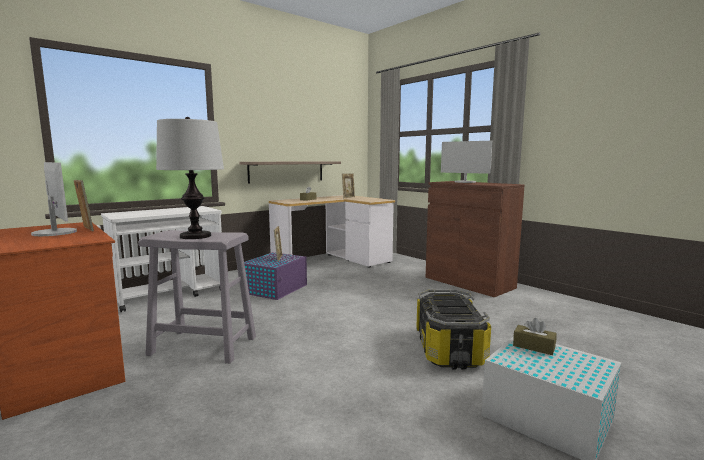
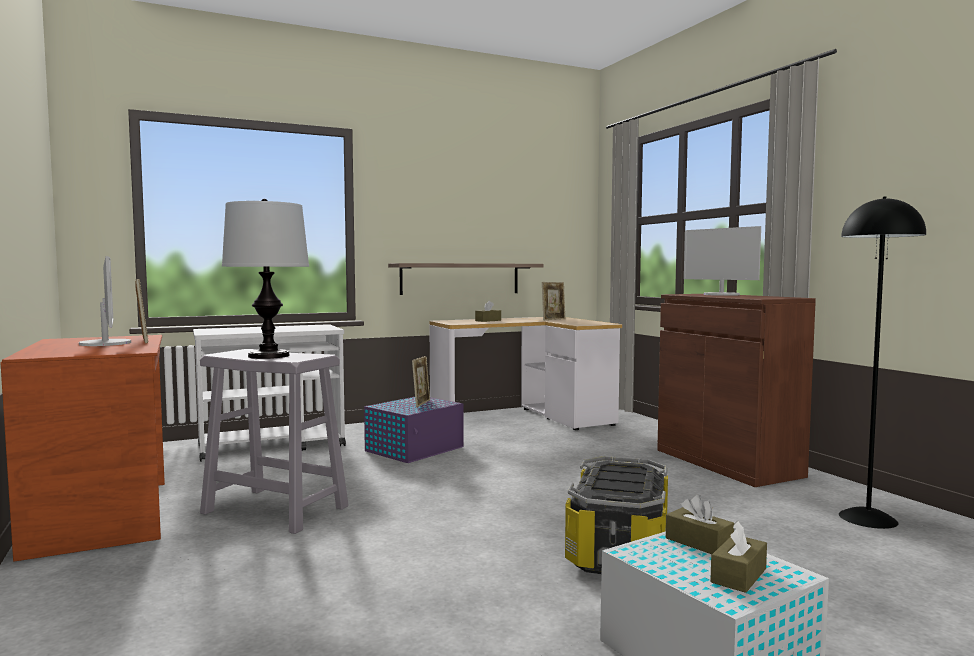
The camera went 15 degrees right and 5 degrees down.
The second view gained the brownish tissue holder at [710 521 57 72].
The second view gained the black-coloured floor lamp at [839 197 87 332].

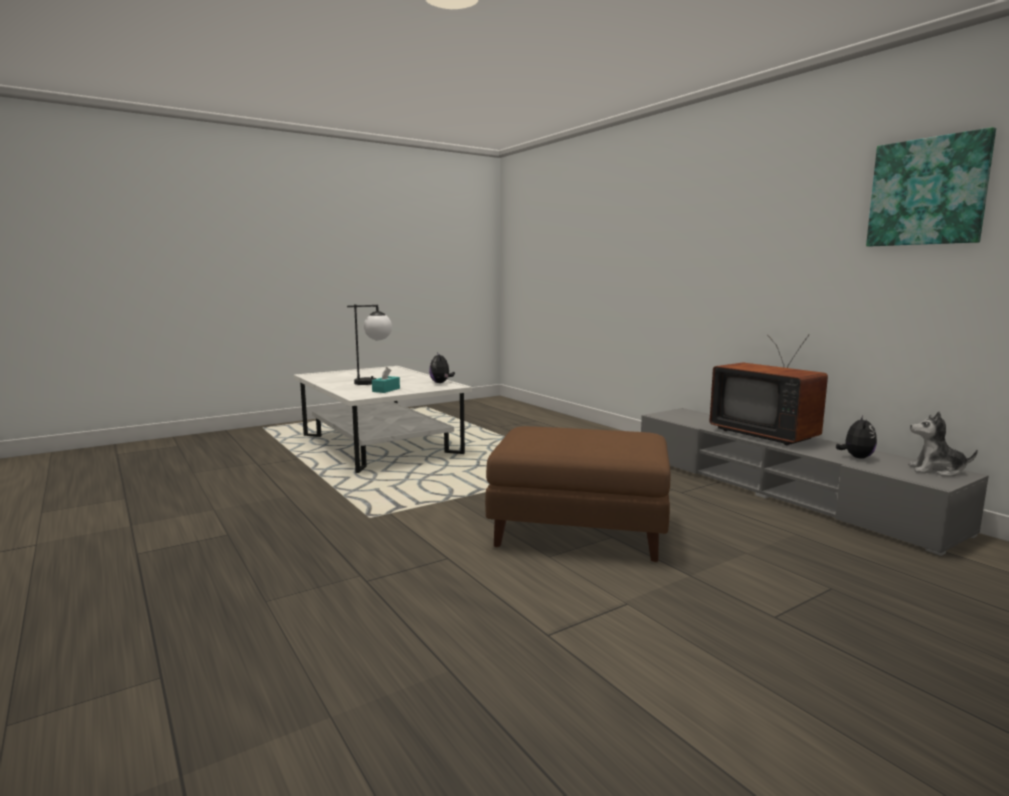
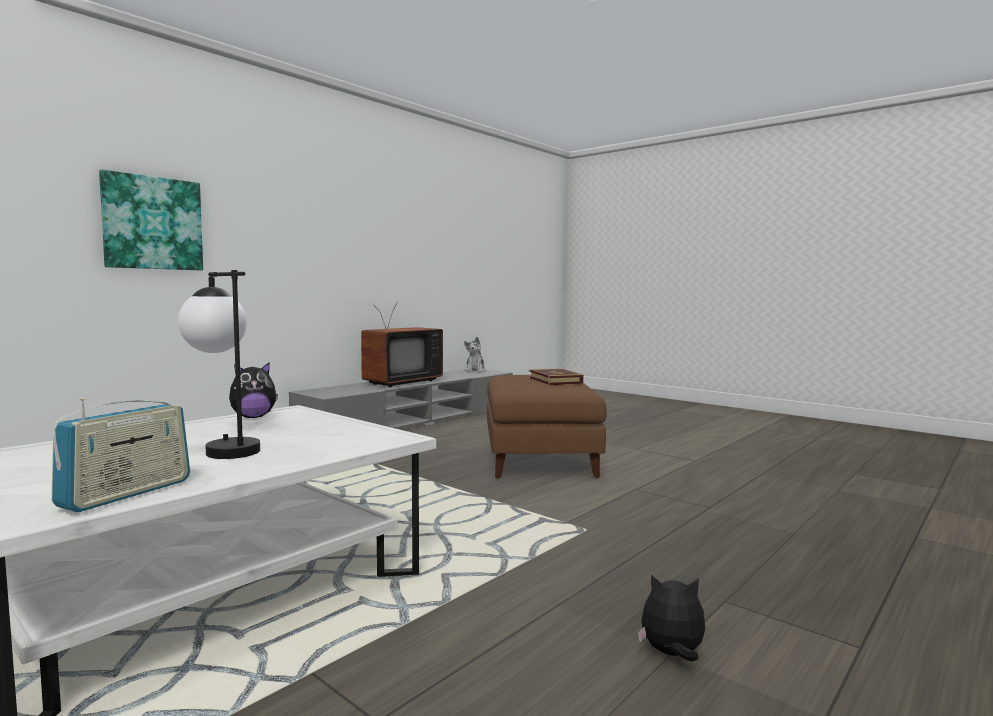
The camera went 105 degrees left and 5 degrees down.
The second view lost the turquoise tissue holder at [372 367 28 26].
The second view gained the radio receiver at [52 398 138 114].
The second view gained the book at [529 368 55 17].
The soft toy ended up elsewhere, having gone from [836 415 41 44] to [638 575 67 87].
The wall picture ended up elsewhere, having gone from [866 127 130 119] to [99 170 104 101].

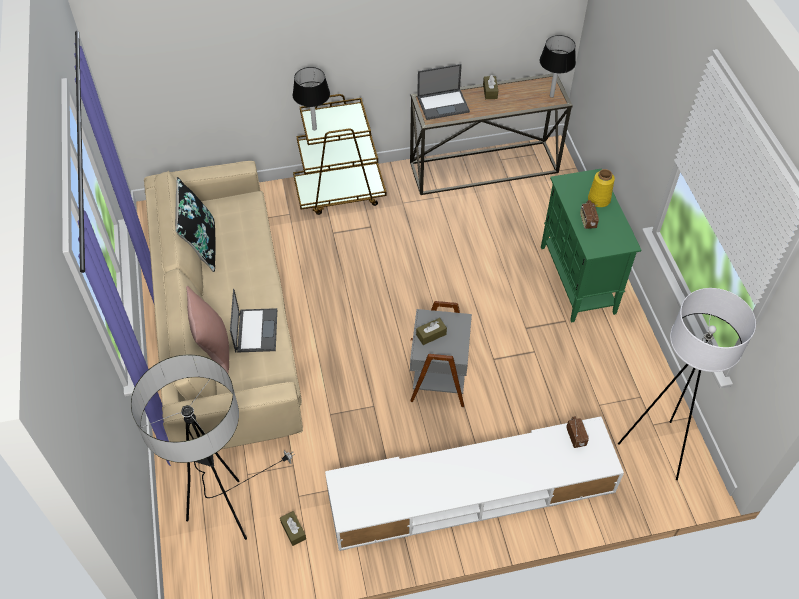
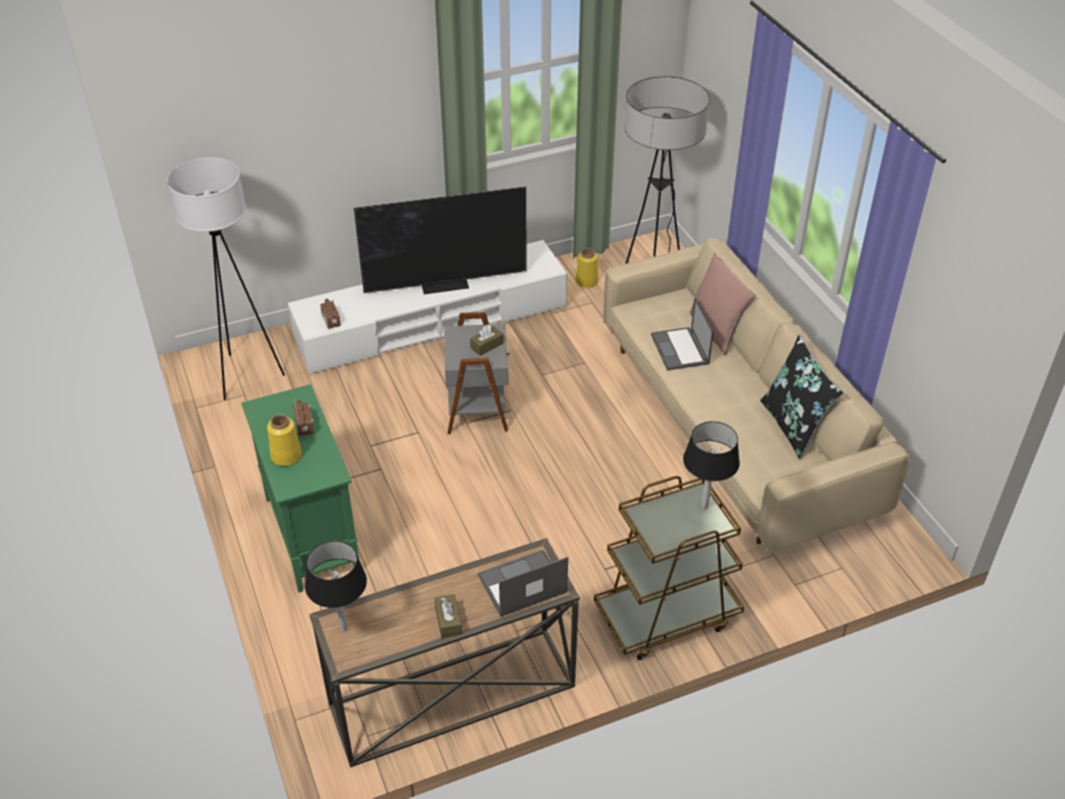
The camera went 170 degrees right and 10 degrees down.
The second view gained the television at [354 186 173 108].
Where the brownish tissue holder stood at [280 511 26 35], the yellowish decorative vase came to stand at [576 248 22 40].

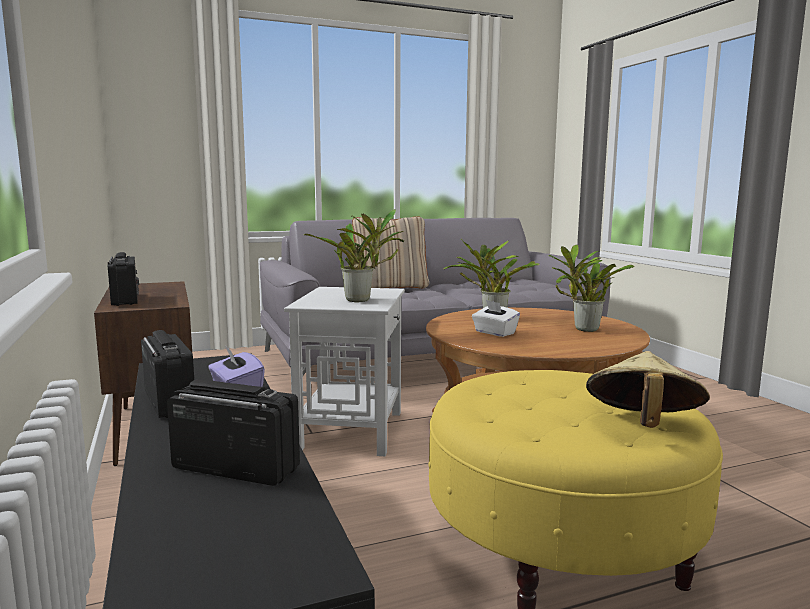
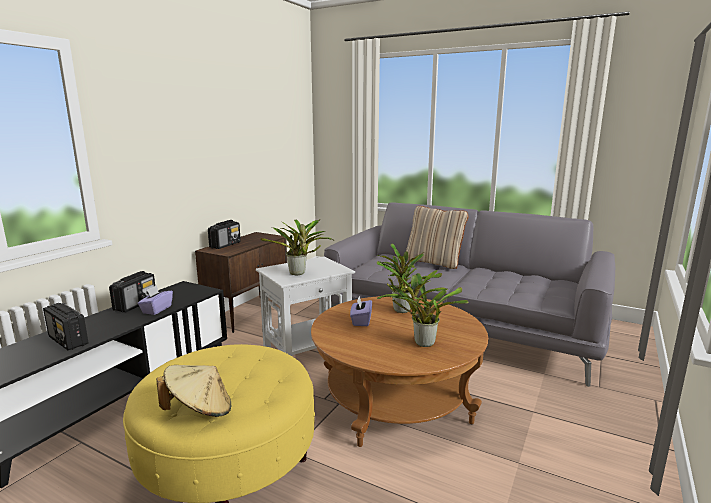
The camera went 50 degrees right and 5 degrees up.
What was the whitish tissue holder at [472 300 48 37] turned into the purple-coloured tissue holder at [350 296 22 30].
The radio receiver at [167 379 133 107] ended up facing another way, 150 degrees clockwise from before.

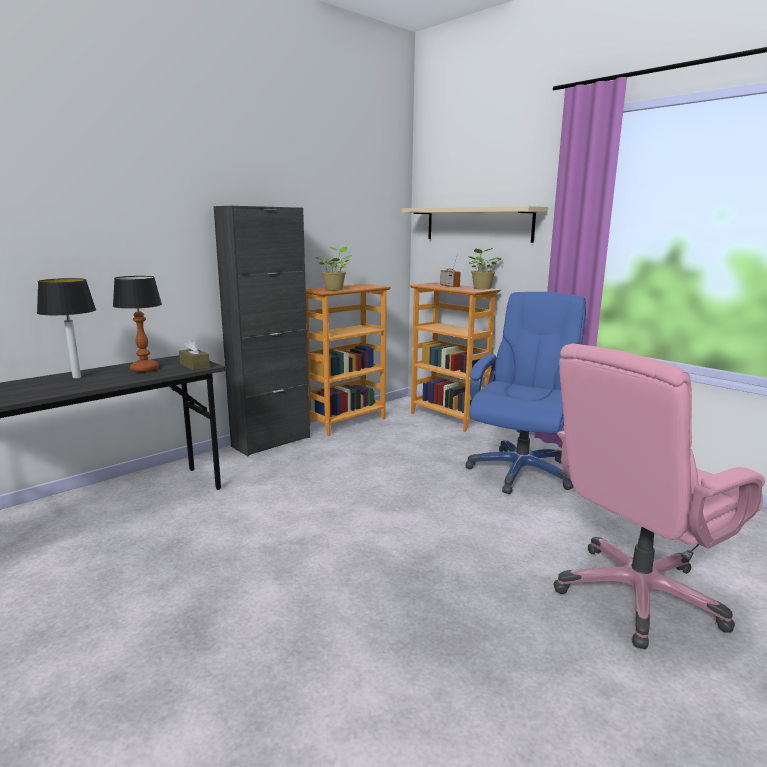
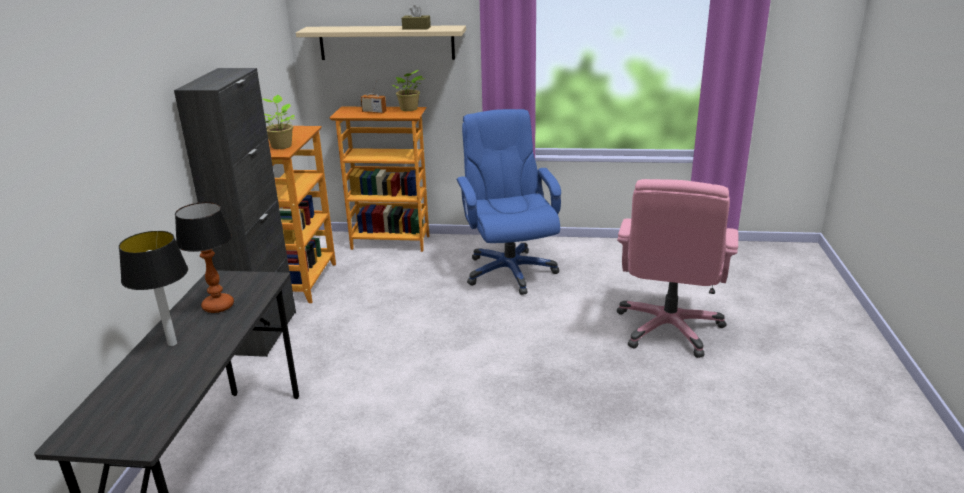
The camera went 40 degrees left and 10 degrees up.
The brownish tissue holder ended up elsewhere, having gone from [179 339 31 31] to [402 5 29 25].

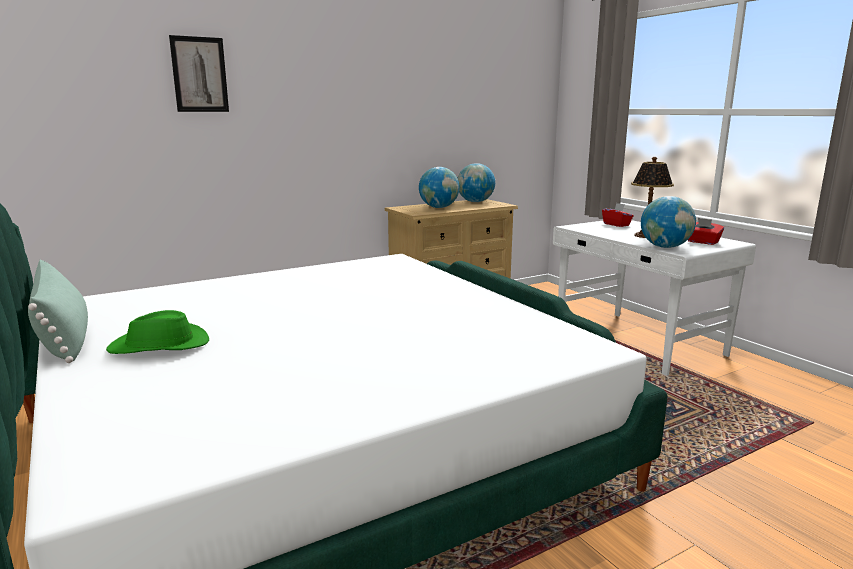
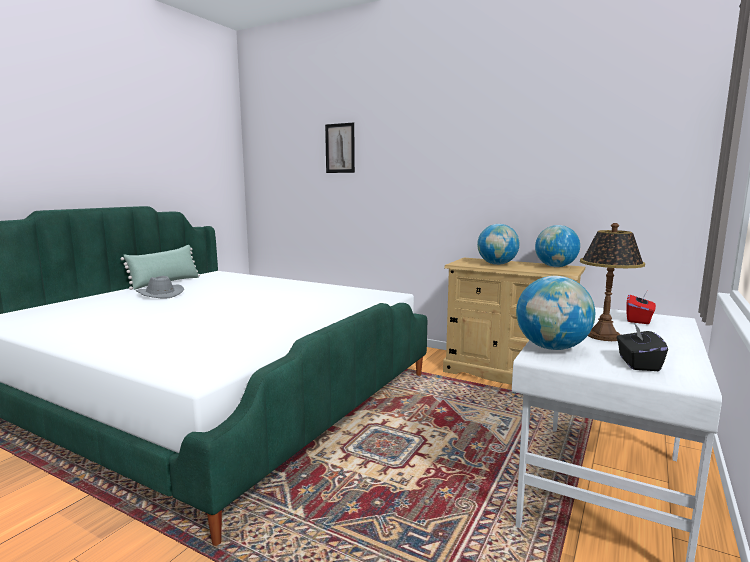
The camera went 60 degrees right and 5 degrees down.
What was the greenish hat at [106 310 103 44] turned into the greyish hat at [136 276 48 23].
What was the reddish tissue holder at [688 218 36 27] turned into the black-coloured tissue holder at [617 323 51 48].

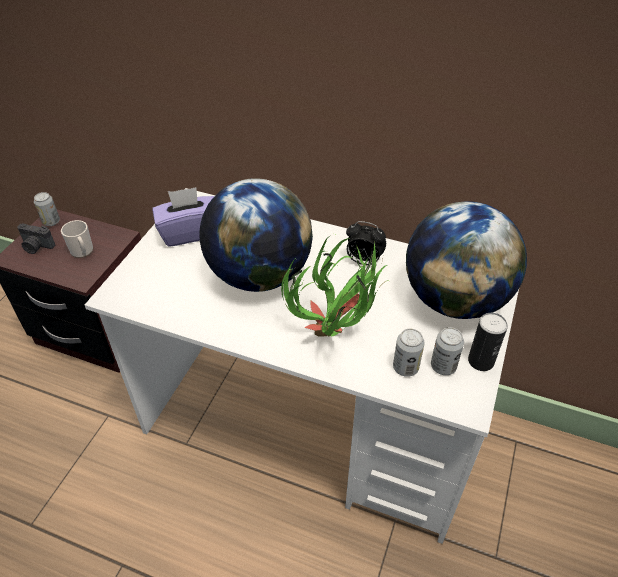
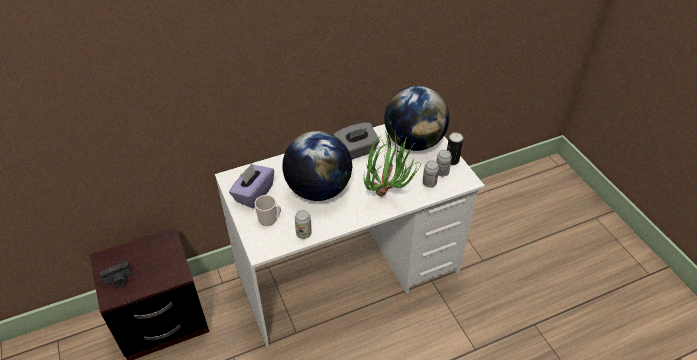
The camera went 45 degrees left and 0 degrees up.
The metal can ended up elsewhere, having gone from [34 192 26 34] to [295 210 17 29].
The coffee mug ended up elsewhere, having gone from [61 220 32 38] to [255 195 26 31].
Where the bedside clock stood at [346 221 40 45], the greyish tissue holder came to stand at [333 122 47 37].

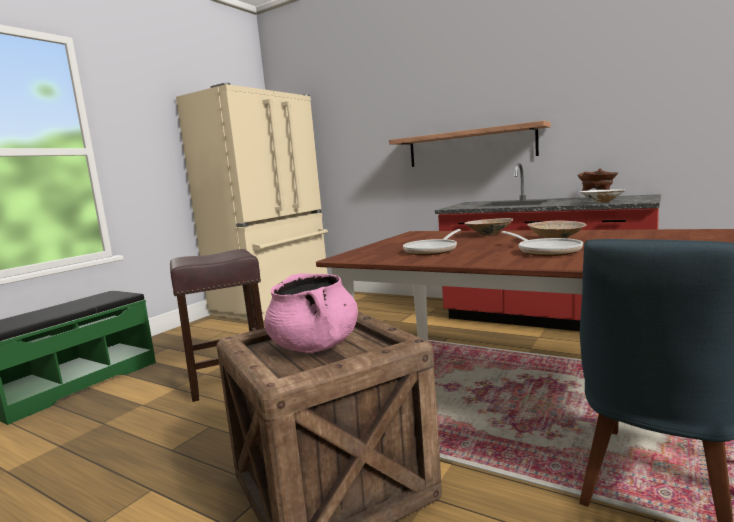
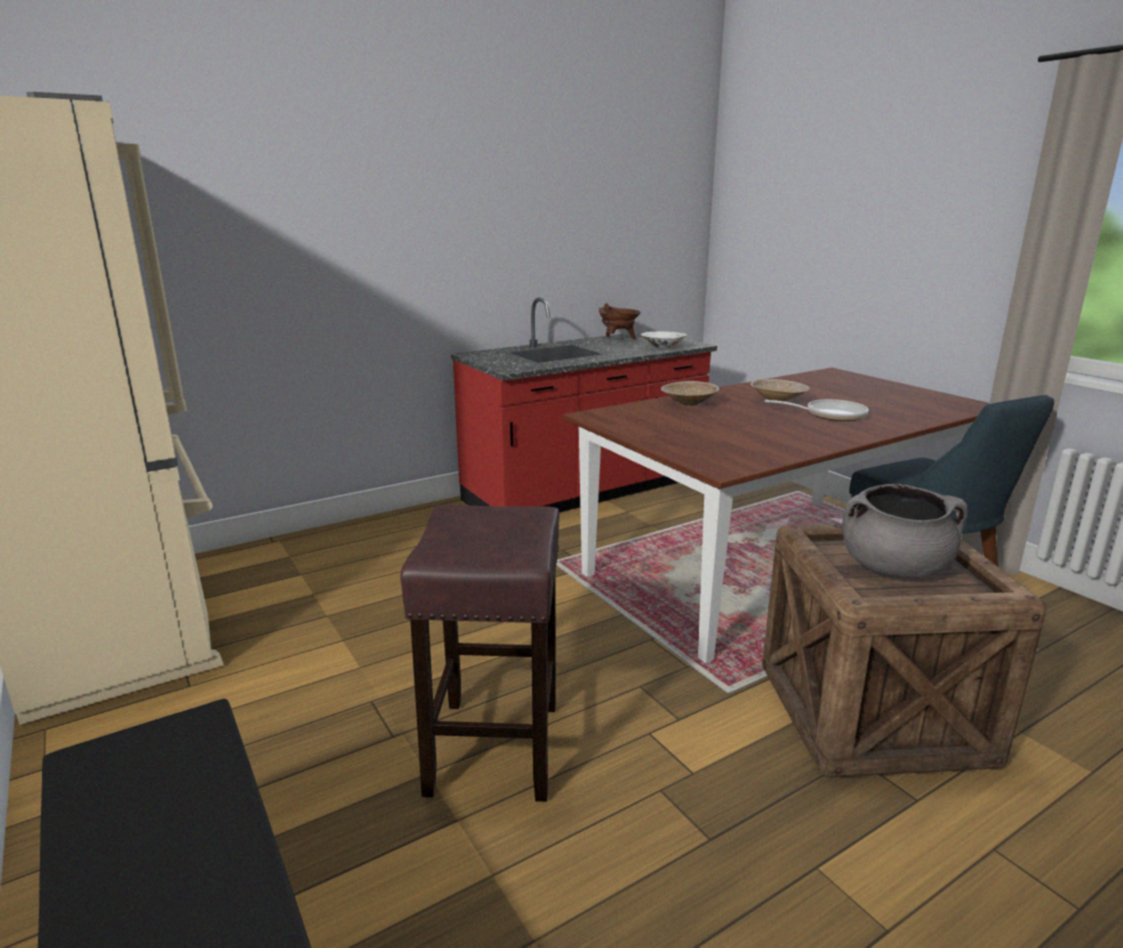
The camera went 65 degrees left and 10 degrees up.
The second view lost the bracket shelf at [389 121 162 46].
The second view lost the skillet at [403 229 58 26].
What was the pink-coloured stockpot at [264 273 94 80] turned into the greyish stockpot at [842 484 126 94].

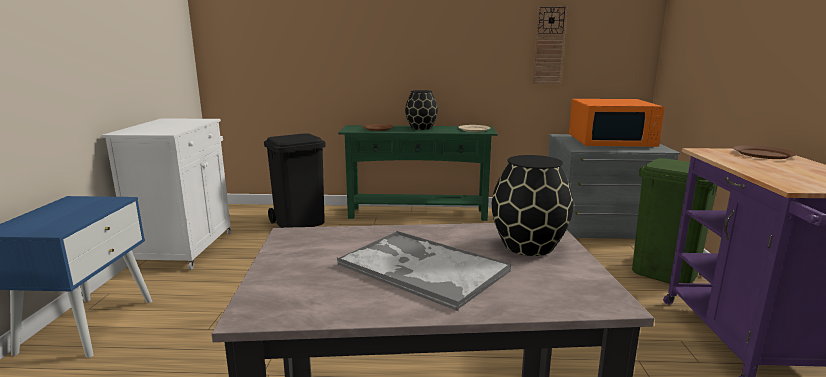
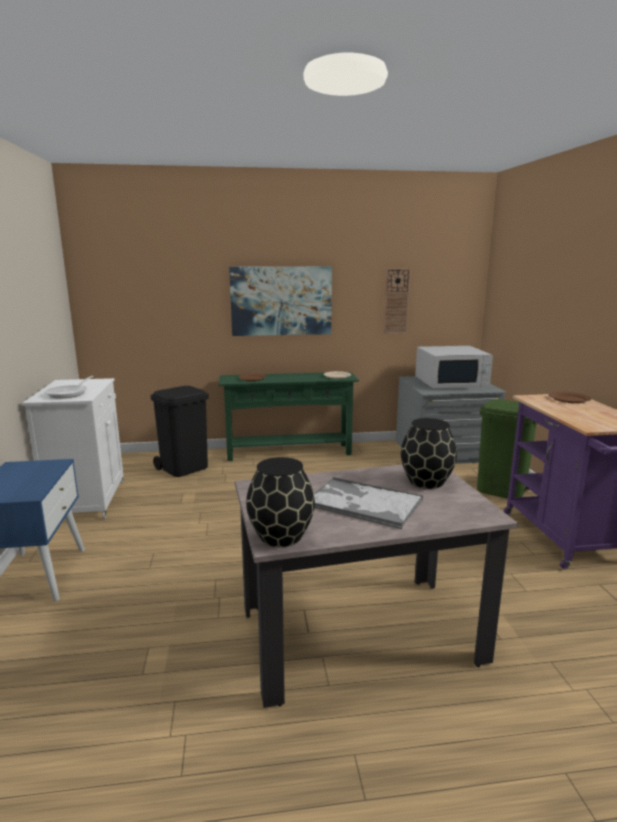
The camera went 10 degrees left and 0 degrees up.
The second view gained the skillet at [45 376 49 23].
The second view gained the wall picture at [229 266 103 70].
The black-coloured decorative vase ended up elsewhere, having gone from [405 90 33 40] to [246 457 69 90].
What was the orange microwave at [569 99 96 48] turned into the whitish microwave at [415 346 78 43].

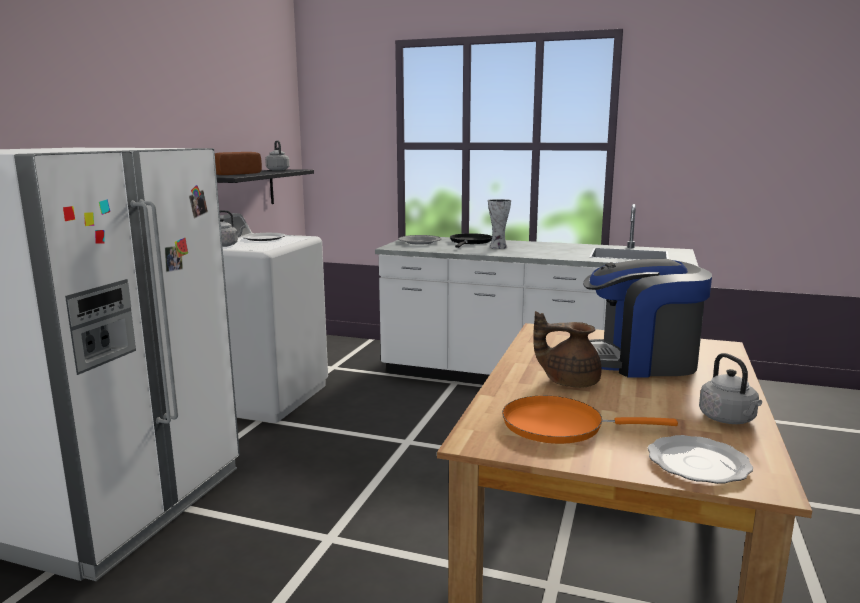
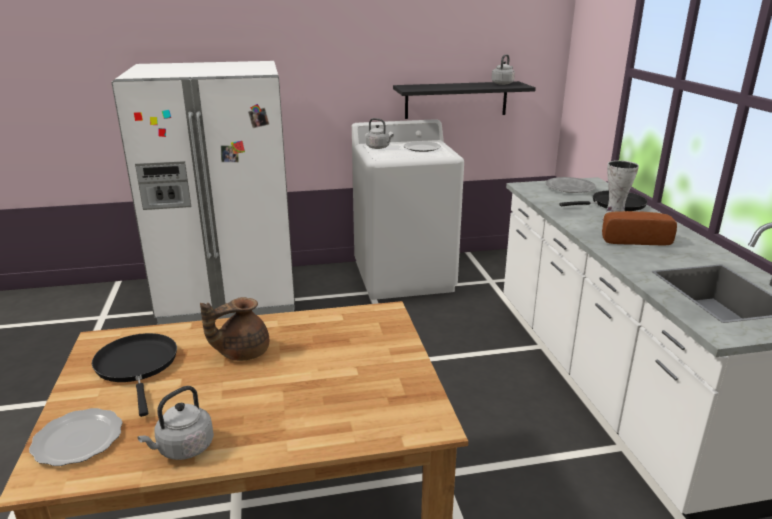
The camera went 60 degrees right and 10 degrees up.
The second view lost the coffee machine at [583 259 129 119].
The bread ended up elsewhere, having gone from [215 152 47 23] to [602 211 75 35].
What was the orange skillet at [502 396 176 48] turned into the black-coloured skillet at [92 333 85 84].
The brownish tea pot at [533 311 69 77] ended up facing another way, 105 degrees counterclockwise from before.

